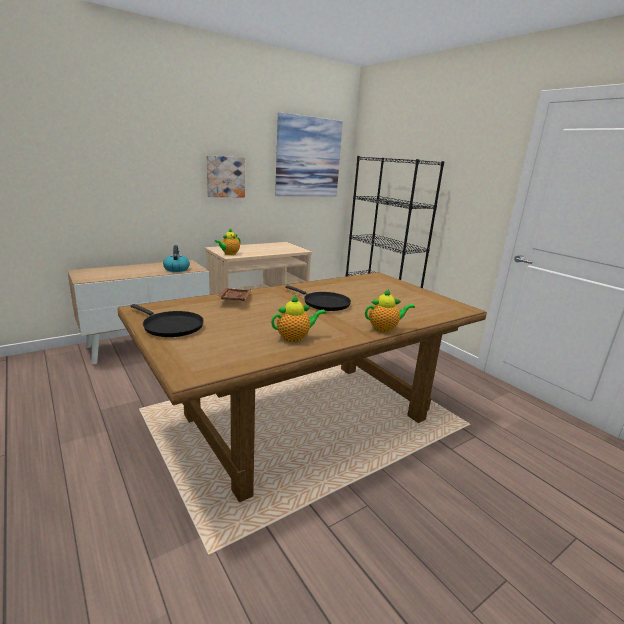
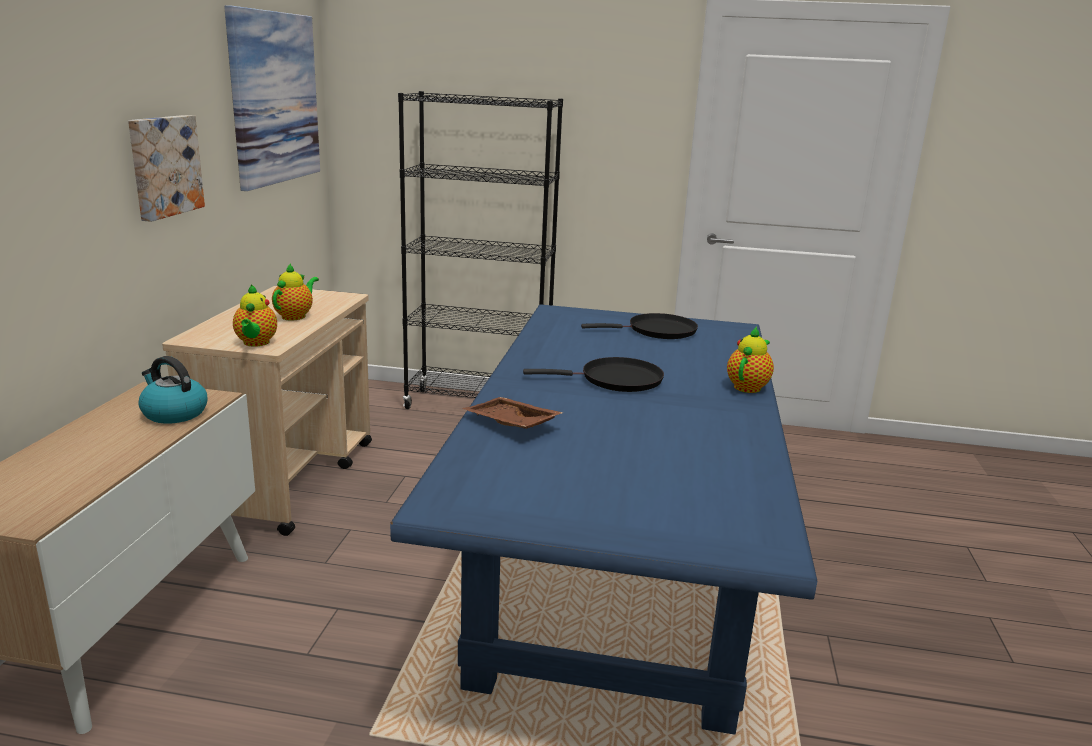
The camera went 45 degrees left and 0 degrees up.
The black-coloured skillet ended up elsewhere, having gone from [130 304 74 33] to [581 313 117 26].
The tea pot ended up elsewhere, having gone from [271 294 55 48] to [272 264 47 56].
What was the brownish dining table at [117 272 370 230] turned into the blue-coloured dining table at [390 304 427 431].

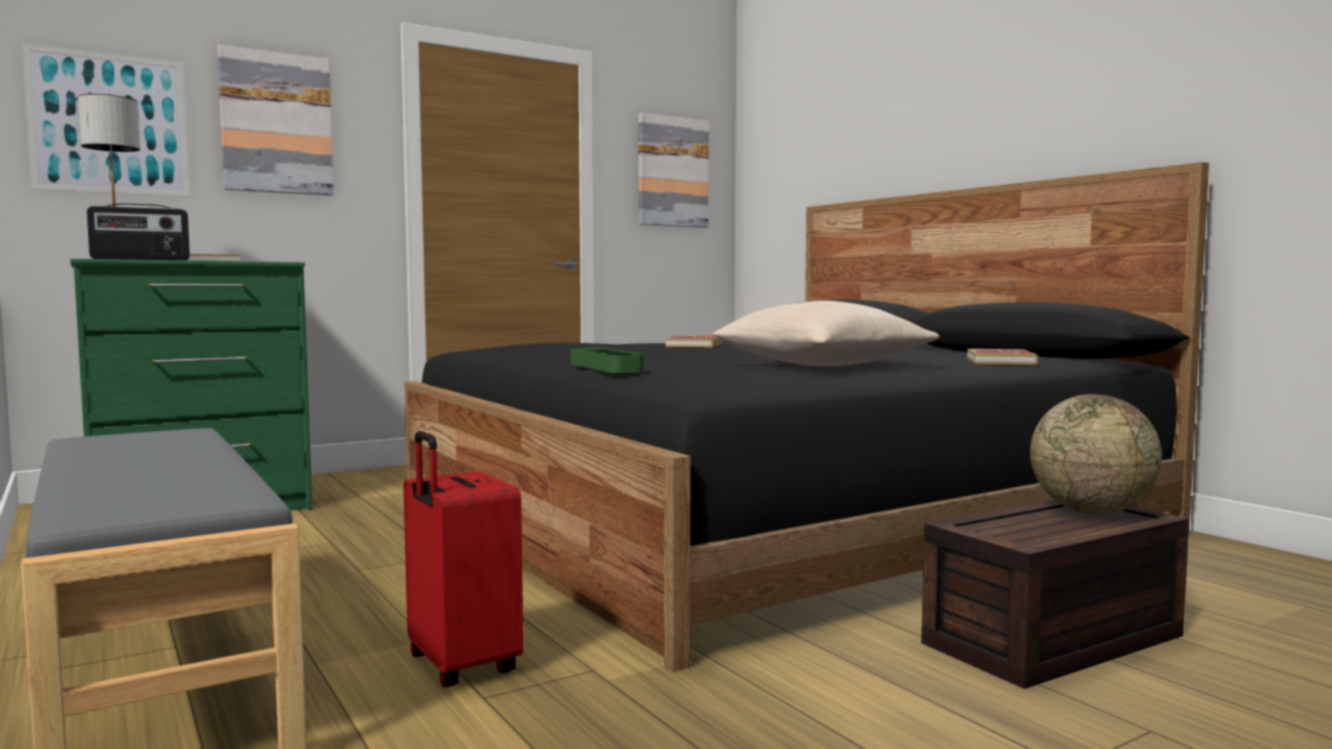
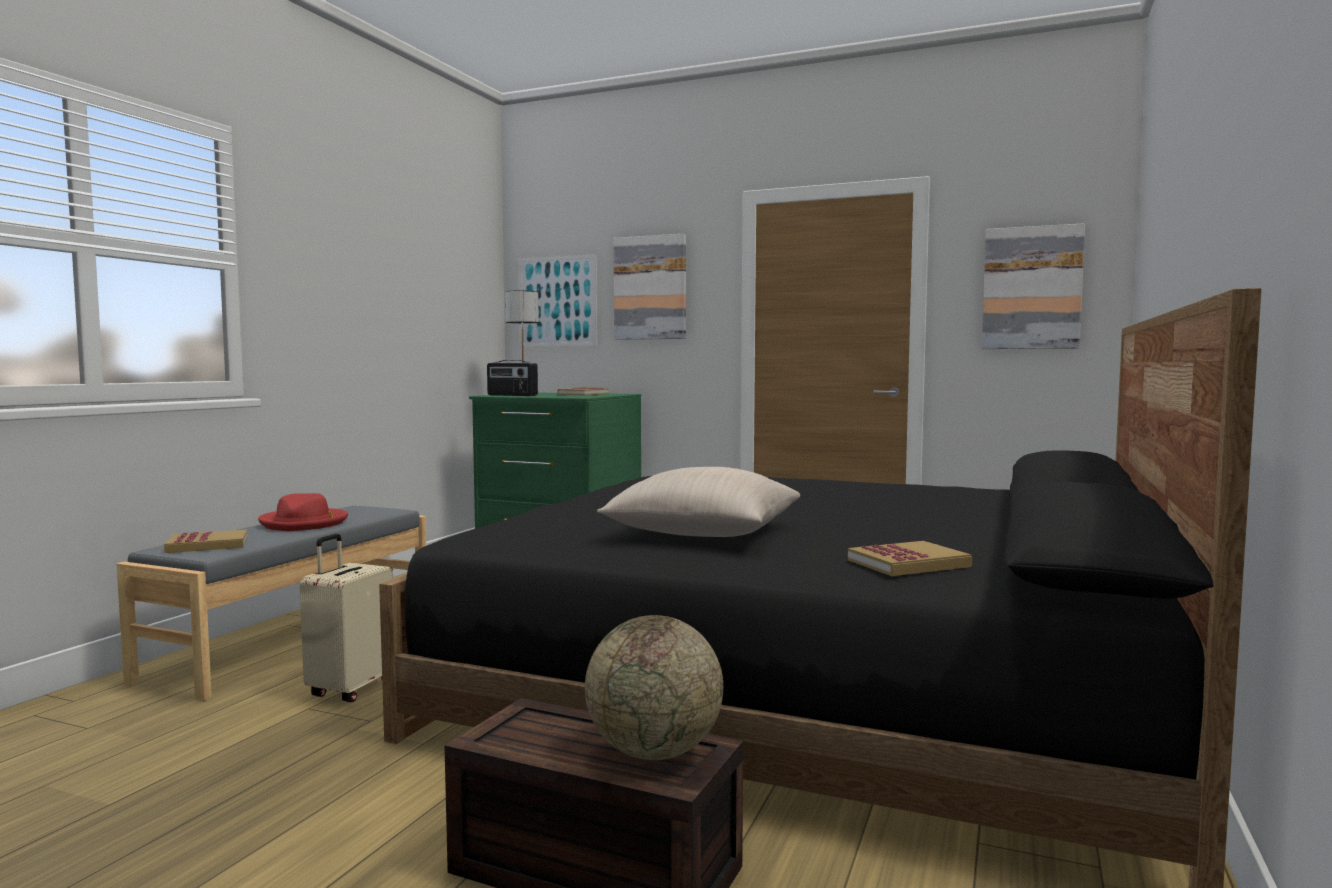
The camera went 55 degrees right and 0 degrees up.
The second view lost the greenish carrying tray at [571 347 73 26].
The second view gained the reddish hat at [258 493 90 38].
The book ended up elsewhere, having gone from [666 335 58 13] to [164 530 84 23].
What was the reddish suitcase at [403 431 120 256] turned into the sand-coloured suitcase at [300 534 93 168].

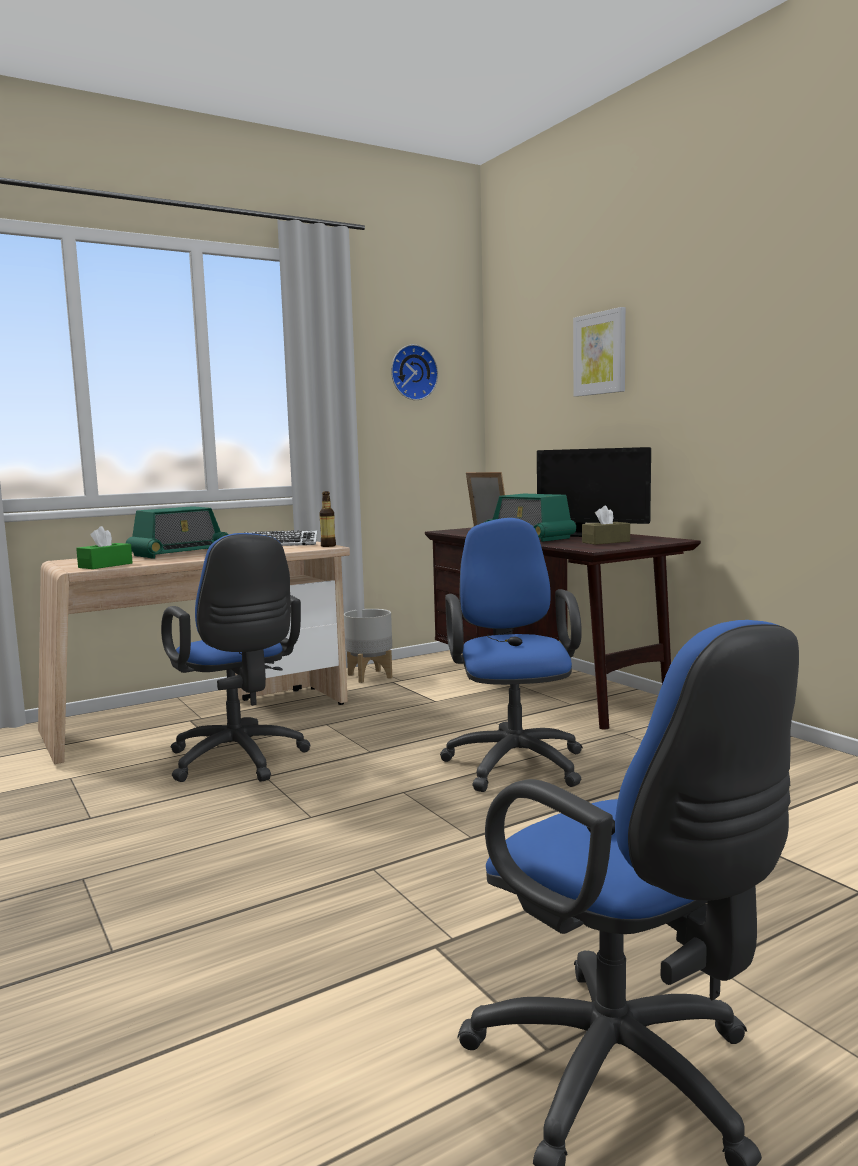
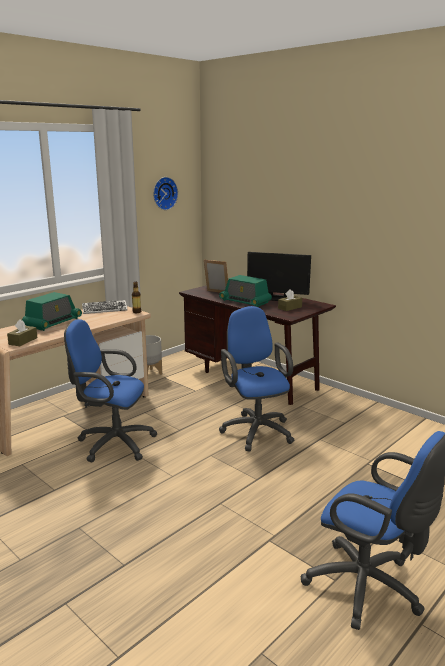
The camera went 15 degrees left and 10 degrees up.
The second view lost the wall picture at [573 307 53 90].
What was the greenish tissue holder at [76 526 57 43] turned into the brownish tissue holder at [7 319 30 27].
The blue-coloured desk chair at [161 533 150 249] ended up facing another way, 150 degrees clockwise from before.

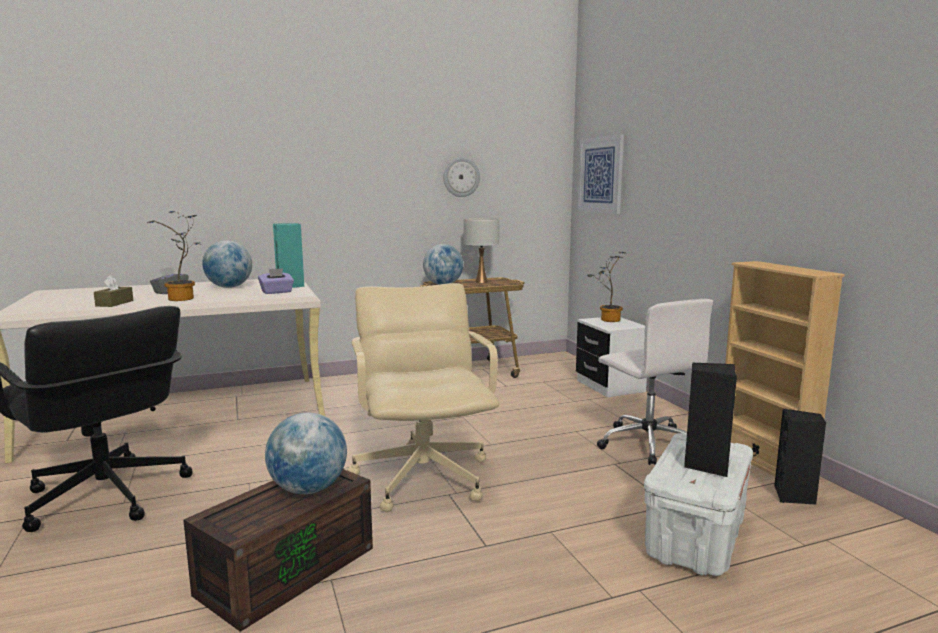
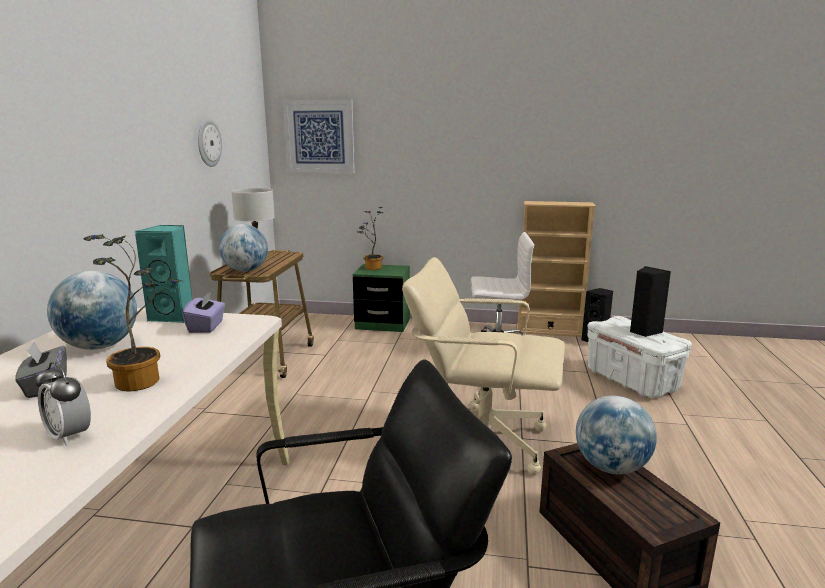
The camera went 60 degrees left and 5 degrees up.
Where the brownish tissue holder stood at [94 275 40 32], the bedside clock came to stand at [36 362 55 84].
What was the whitish nightstand at [576 317 71 80] turned into the greenish nightstand at [353 264 57 68].

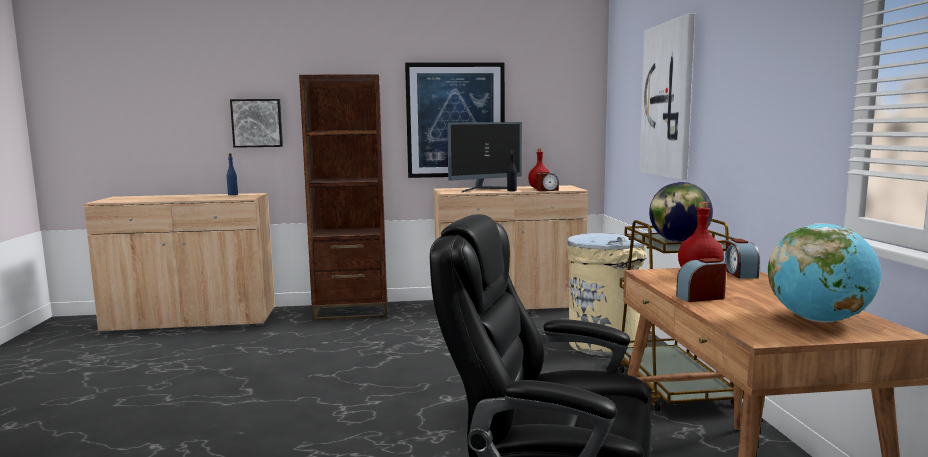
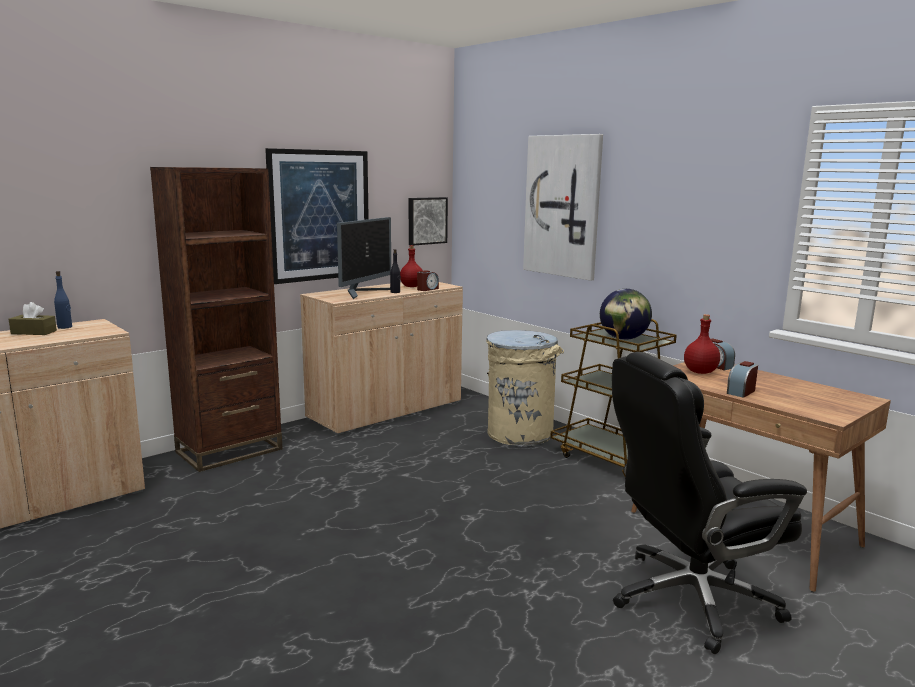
The camera went 35 degrees left and 5 degrees up.
The second view lost the world globe at [768 223 113 100].
The second view gained the brownish tissue holder at [9 302 48 33].
The wall picture ended up elsewhere, having gone from [230 99 53 49] to [409 197 39 48].

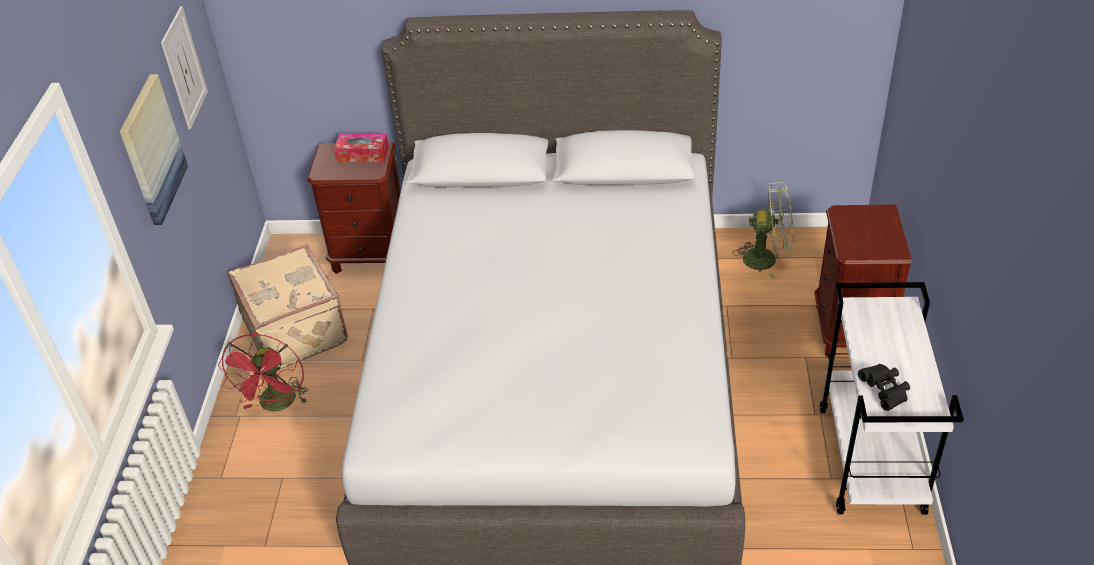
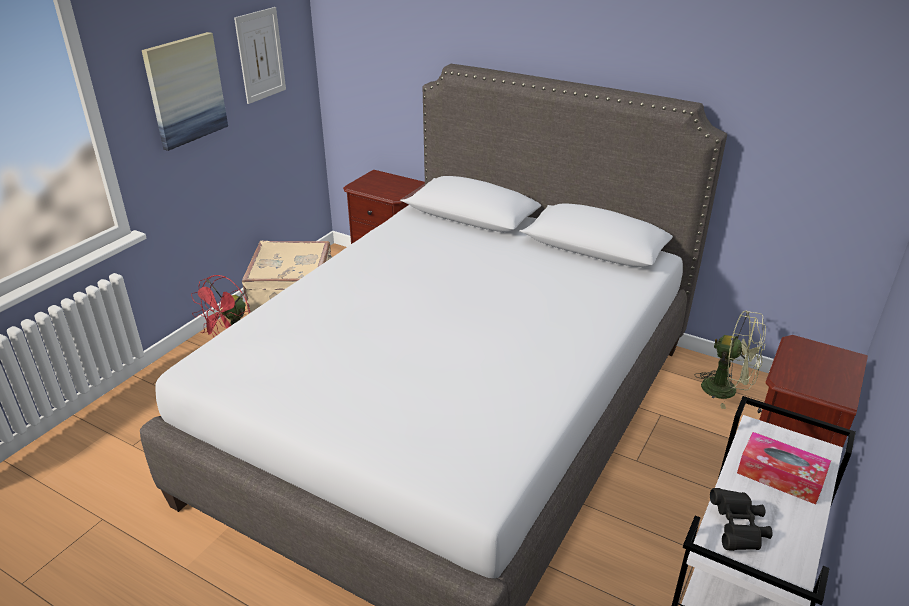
The camera went 25 degrees right and 10 degrees down.
The tissue holder ended up elsewhere, having gone from [334 133 55 29] to [737 432 94 73].

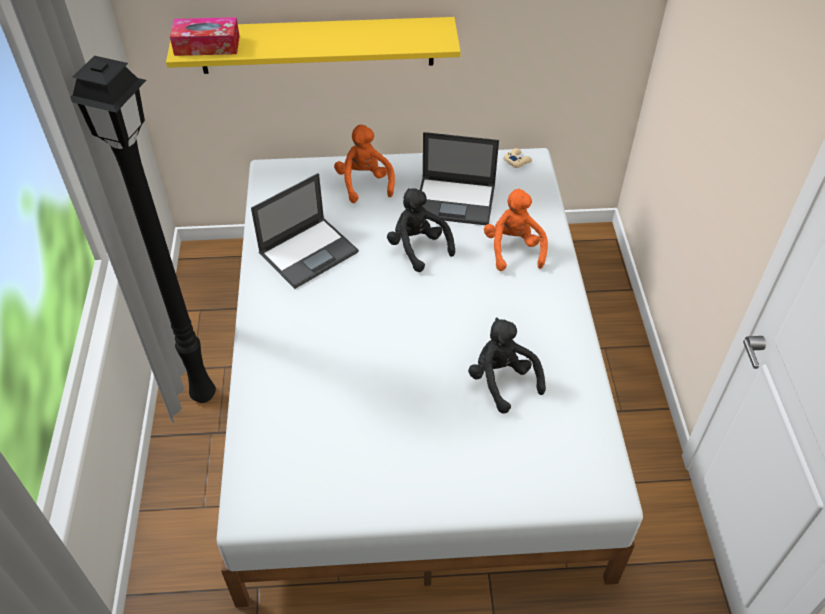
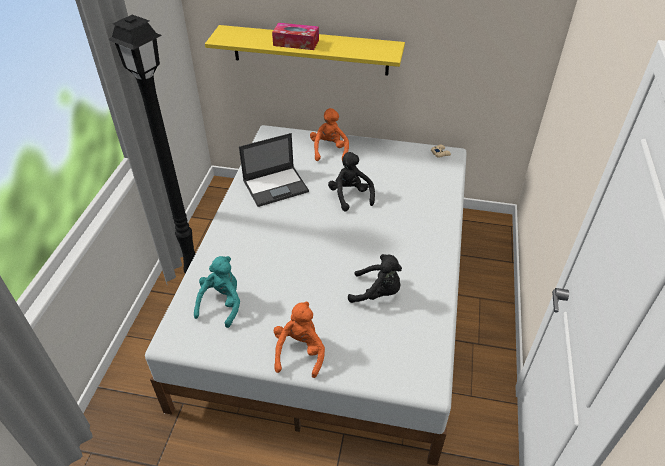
The camera went 15 degrees right and 5 degrees down.
The second view lost the laptop at [420 132 79 93].
The second view gained the turquoise soft toy at [194 256 46 72].
The tissue holder ended up elsewhere, having gone from [170 17 70 39] to [272 23 47 27].
The orange soft toy ended up elsewhere, having gone from [484 188 64 83] to [274 301 51 77].
The black-coloured soft toy at [468 317 78 97] ended up facing another way, 120 degrees clockwise from before.

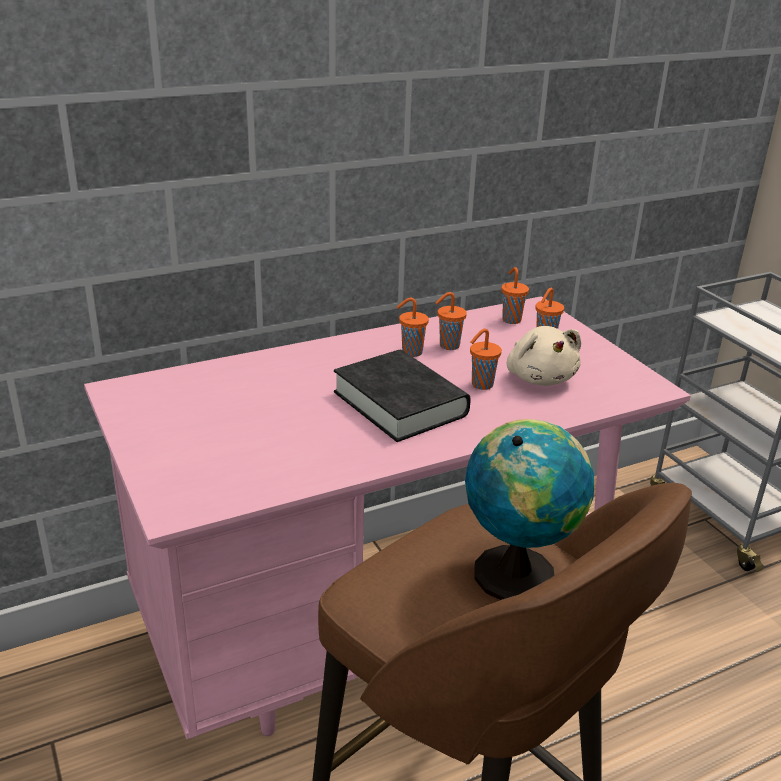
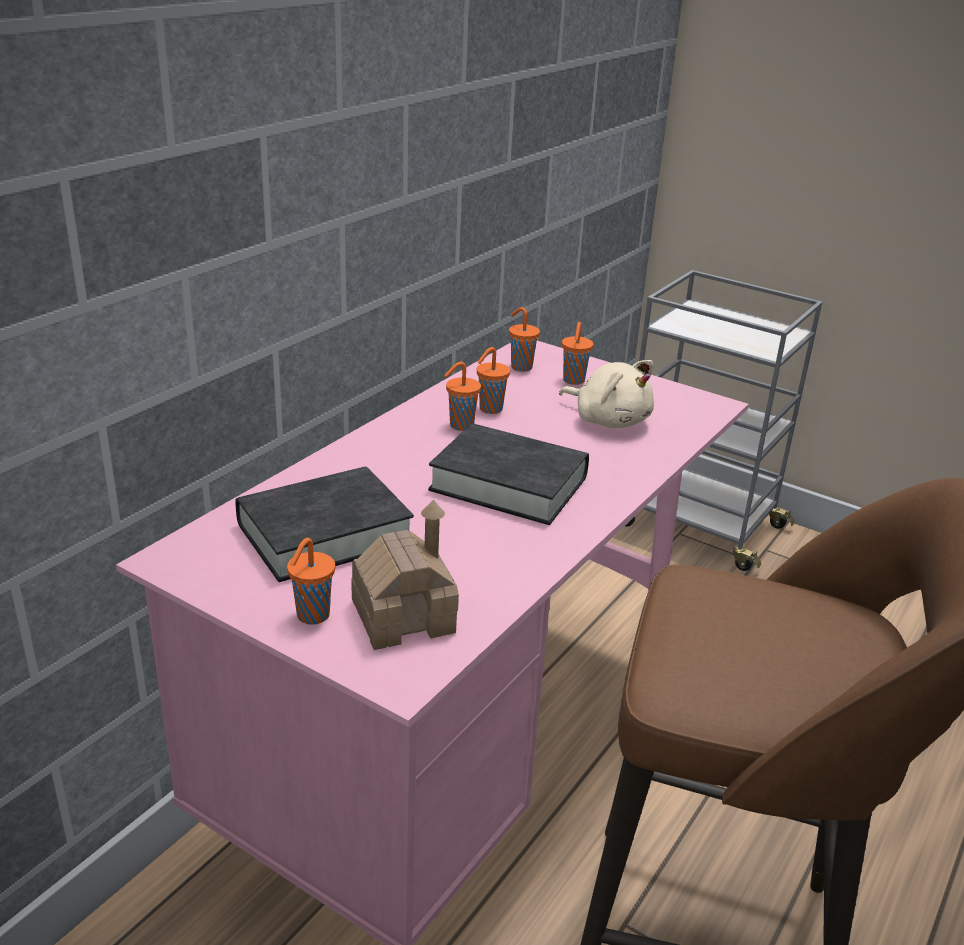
The camera went 30 degrees left and 0 degrees up.
The second view lost the world globe at [465 419 129 181].
The second view gained the black-coloured book at [235 467 179 115].
The second view gained the miniature house at [351 500 108 150].
The orange cup ended up elsewhere, having gone from [470 329 32 61] to [287 538 48 87].

